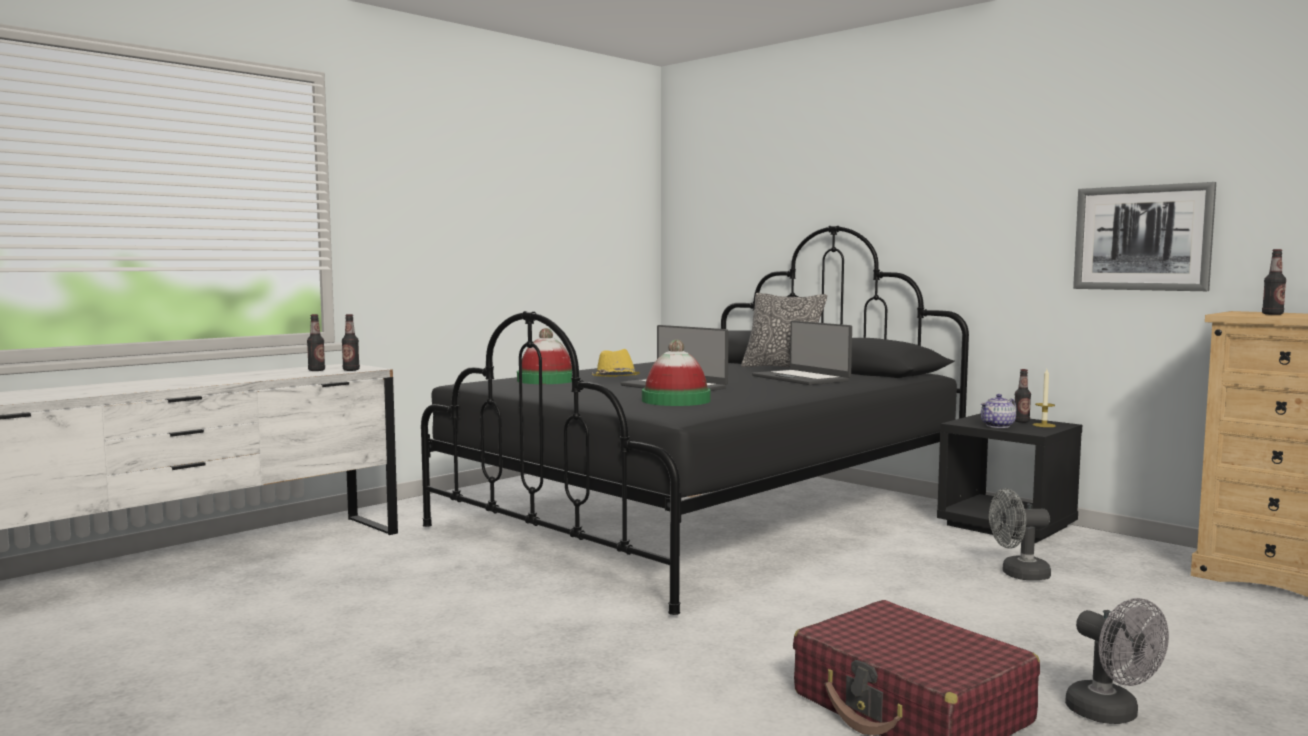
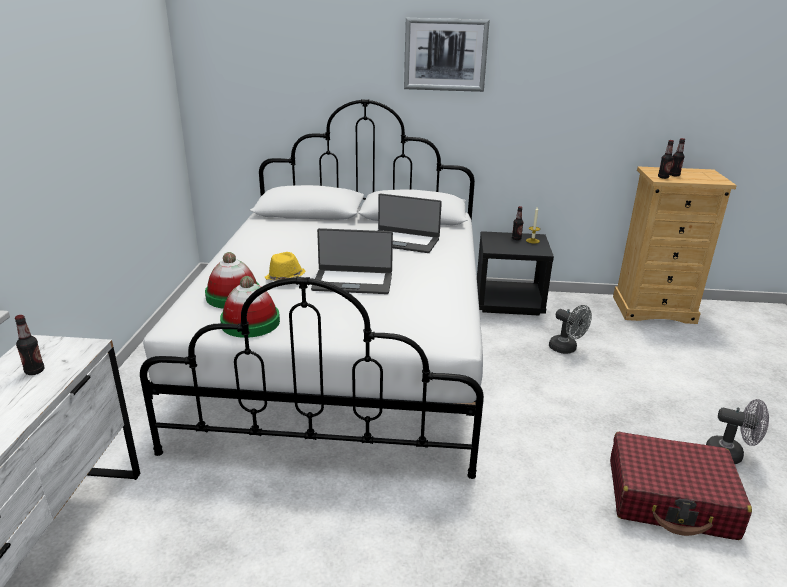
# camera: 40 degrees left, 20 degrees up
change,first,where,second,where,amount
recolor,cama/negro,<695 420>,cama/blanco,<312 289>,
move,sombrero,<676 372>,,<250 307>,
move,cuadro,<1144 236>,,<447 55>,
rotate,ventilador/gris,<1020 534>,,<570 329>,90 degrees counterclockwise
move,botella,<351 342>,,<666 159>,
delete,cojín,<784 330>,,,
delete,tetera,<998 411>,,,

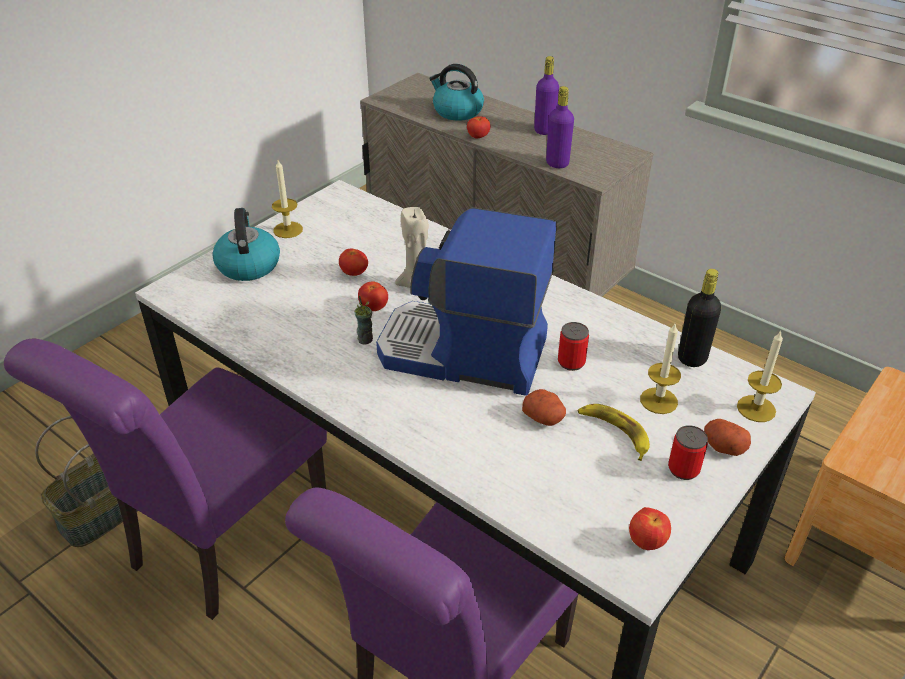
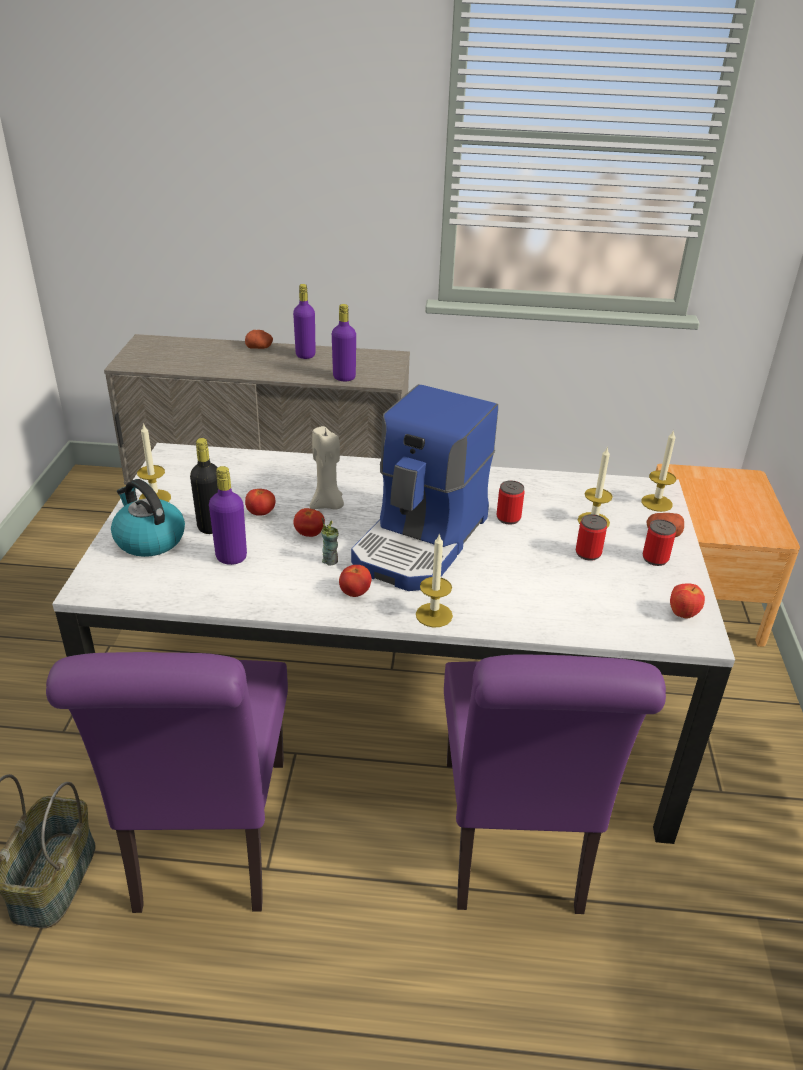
# camera: 35 degrees left, 5 degrees down
change,first,where,second,where,amount
move,botella/negro,<699 318>,,<204 486>,
insert,,,botella/morado,<228 515>,
move,patata,<544 407>,,<259 339>,
move,tomate,<478 127>,,<355 581>,
rotate,cafetera,<466 301>,,<424 487>,45 degrees counterclockwise
insert,,,vela,<434 580>,
replace,plátano,<613 432>,lata,<591 537>,
delete,hervidor,<456 92>,,,

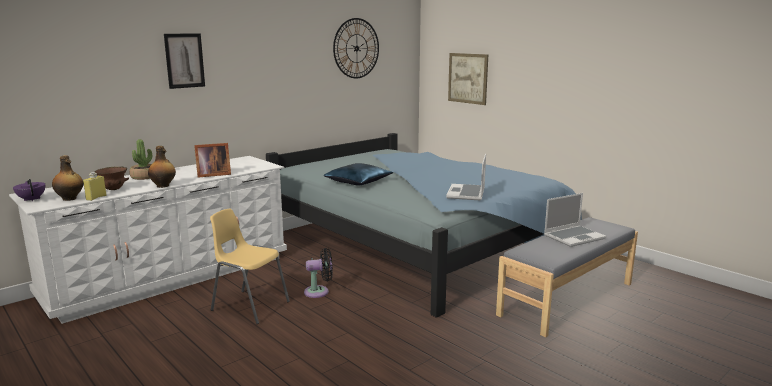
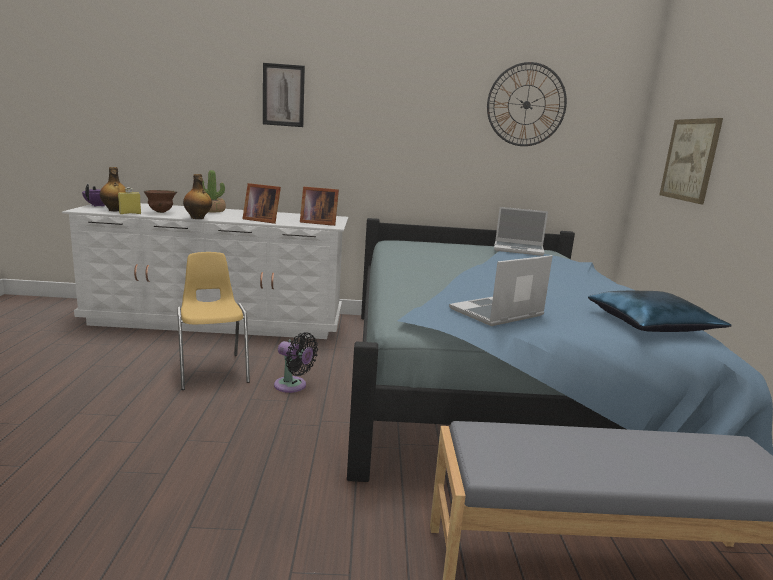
# camera: 40 degrees right, 0 degrees up
change,first,where,second,where,amount
insert,,,portarretratos,<319 206>,
move,portátil,<575 220>,,<521 231>,
move,cojín/azul,<359 174>,,<660 311>,

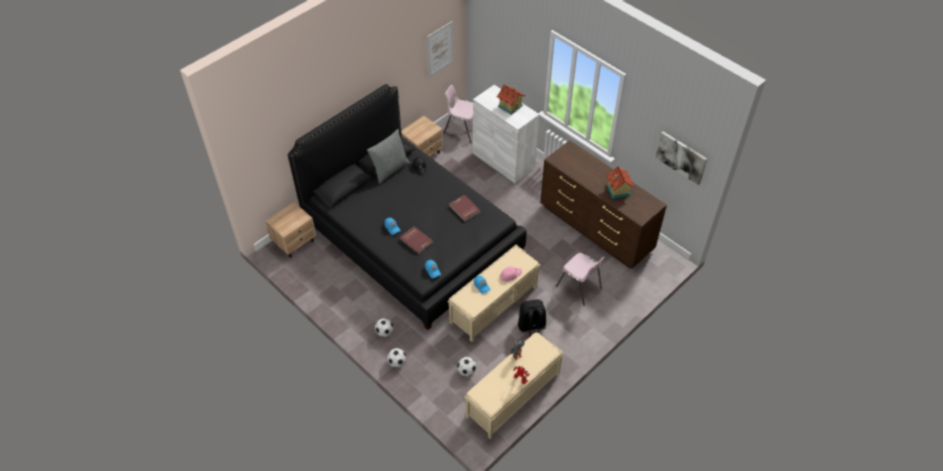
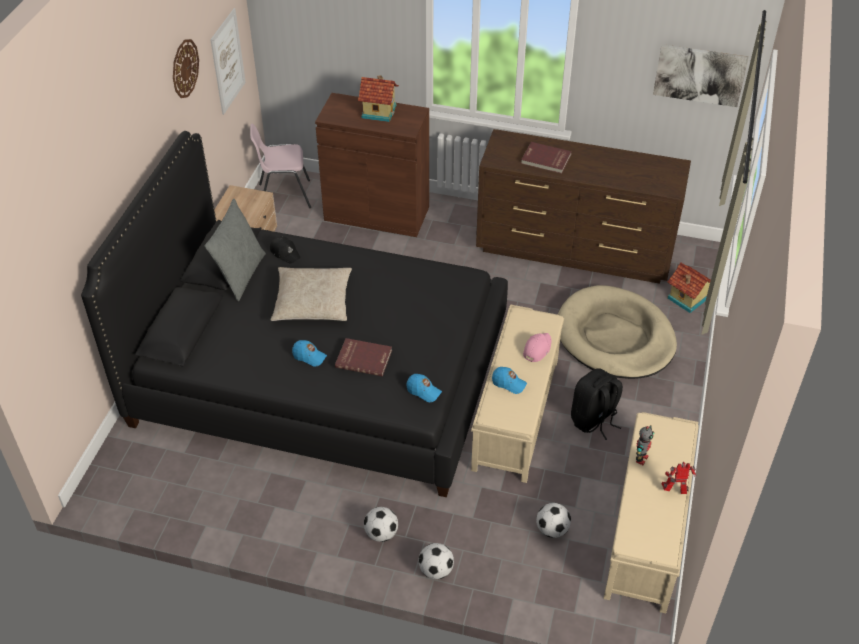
# camera: 30 degrees left, 5 degrees down
change,first,where,second,where,amount
insert,,,reloj de pared,<186 68>,
insert,,,cojín/beis,<311 294>,
recolor,armario/blanco,<506 134>,armario/marrón,<372 165>,
move,libro/rojo,<465 208>,,<546 158>,
replace,silla/rosa,<580 279>,cama para perro/beis,<617 332>,
move,casita,<620 182>,,<689 287>,
delete,mesita de noche/beis,<290 230>,,,

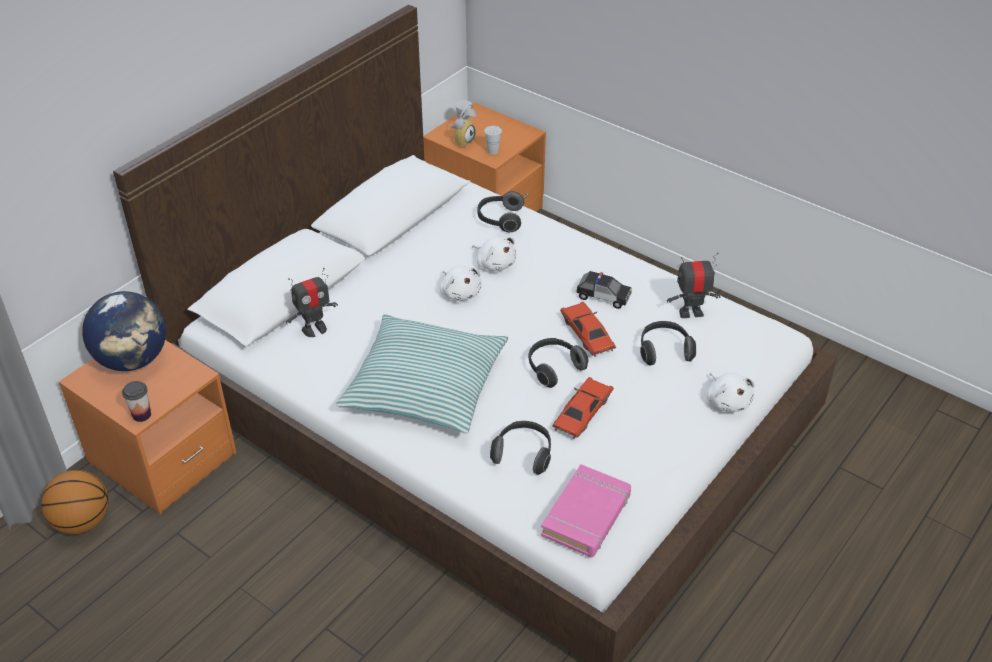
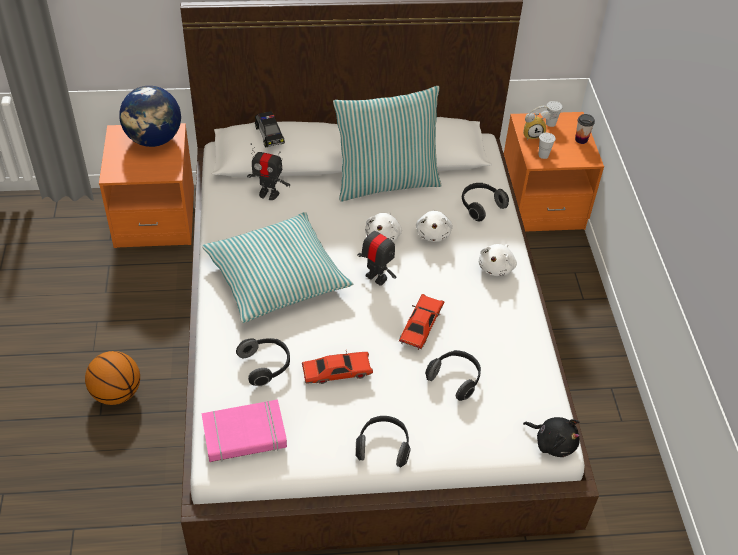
# camera: 45 degrees right, 5 degrees up
change,first,where,second,where,amount
move,balón de baloncesto,<75 502>,,<112 378>,
move,coche de juguete,<604 290>,,<270 129>,
insert,,,cojín,<387 144>,
move,auriculares,<558 363>,,<383 441>,
move,robot de juguete,<693 285>,,<376 254>,
move,peluche/blanco,<731 392>,,<497 260>,
insert,,,peluche/negro,<551 437>,
move,taza,<136 401>,,<585 129>,

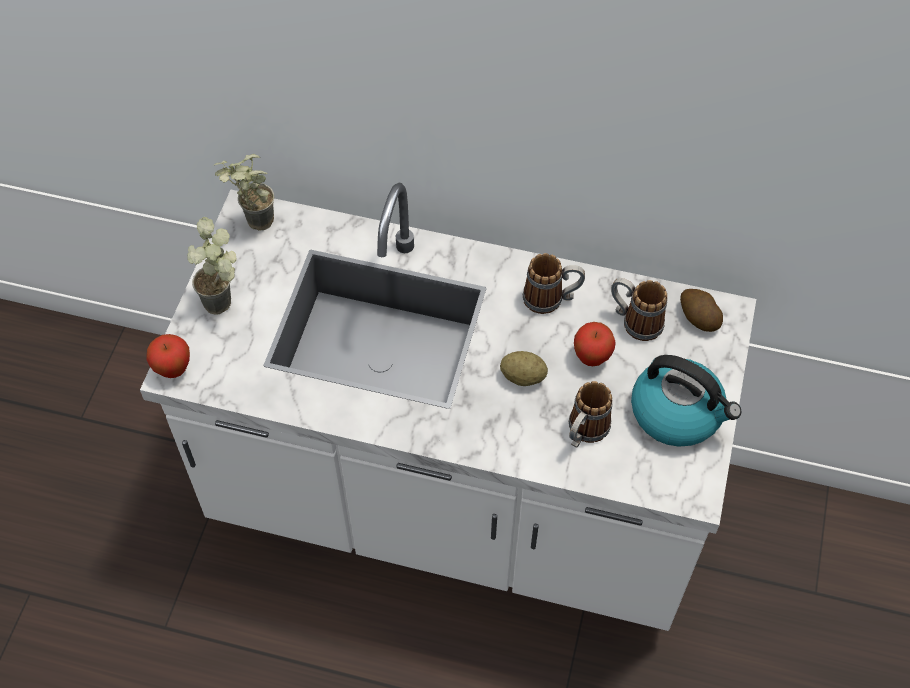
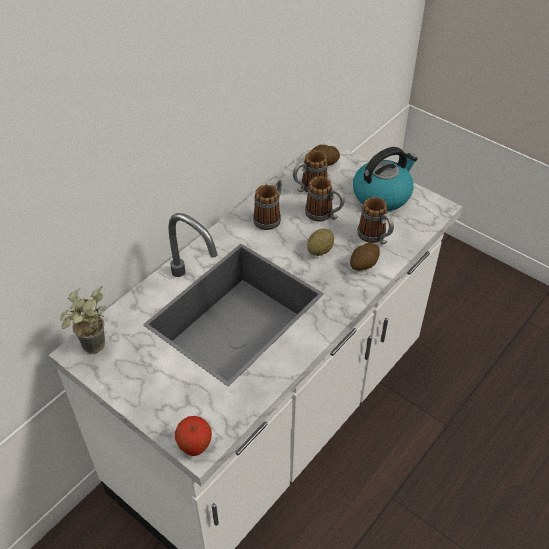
# camera: 65 degrees left, 10 degrees down
change,first,where,second,where,amount
replace,manzana,<595 344>,taza grande,<325 198>,
insert,,,patata,<365 257>,
delete,planta en maceta,<212 266>,,,

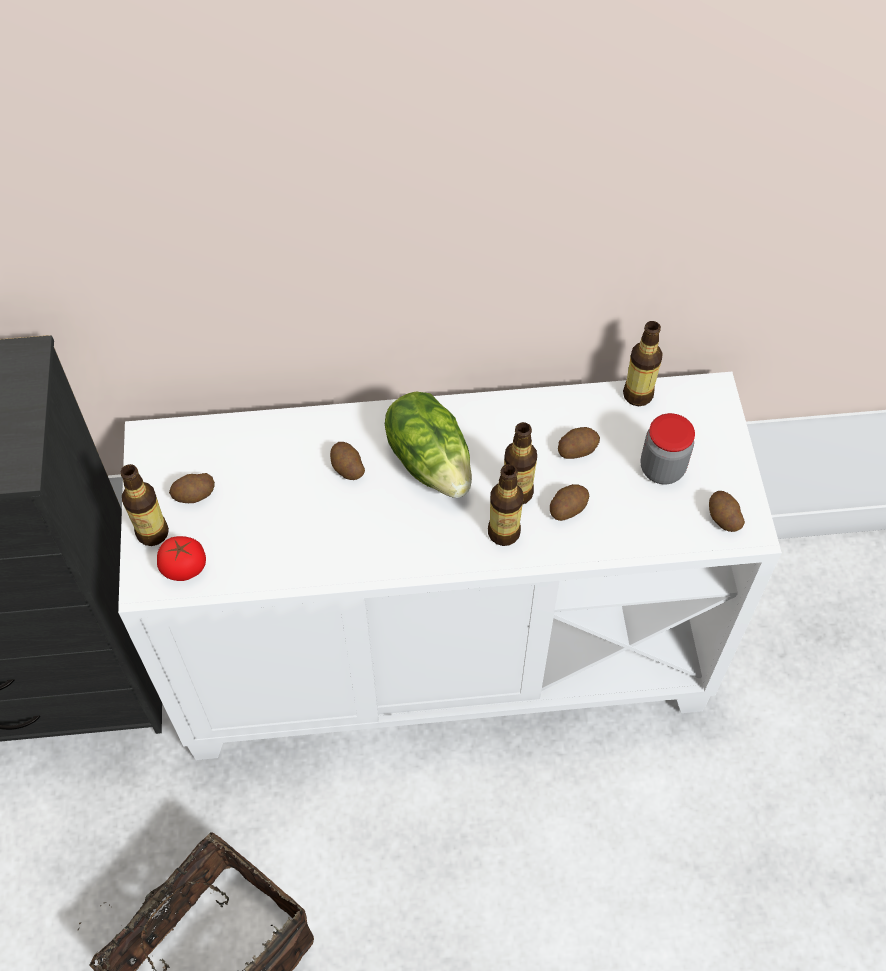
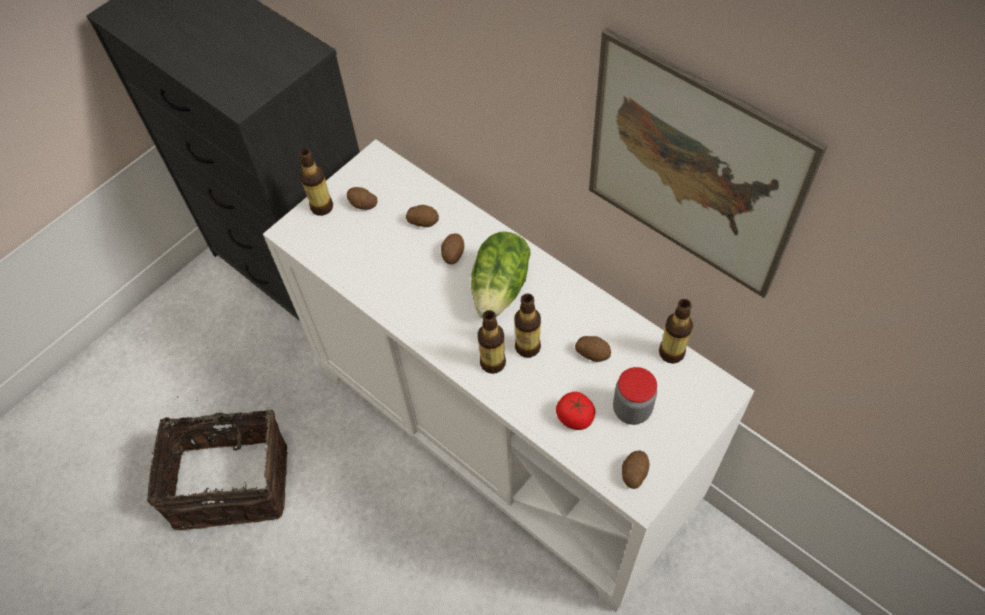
# camera: 50 degrees right, 0 degrees up
change,first,where,second,where,amount
move,patata,<569 502>,,<422 216>,
move,tomate,<181 558>,,<575 411>,
insert,,,cuadro,<708 163>,

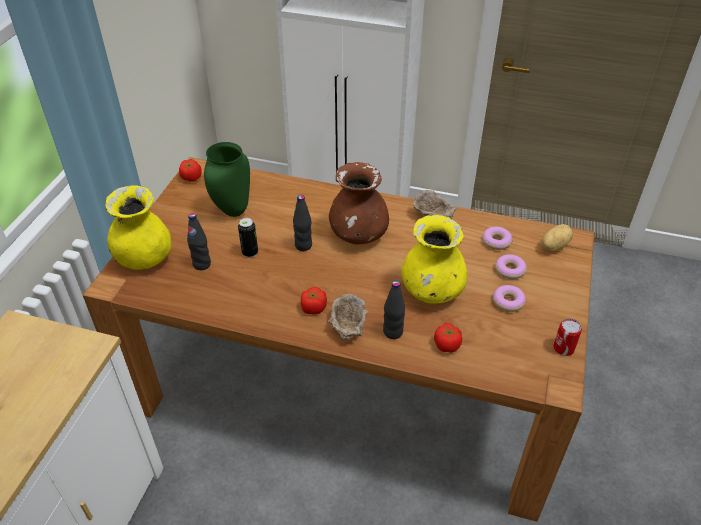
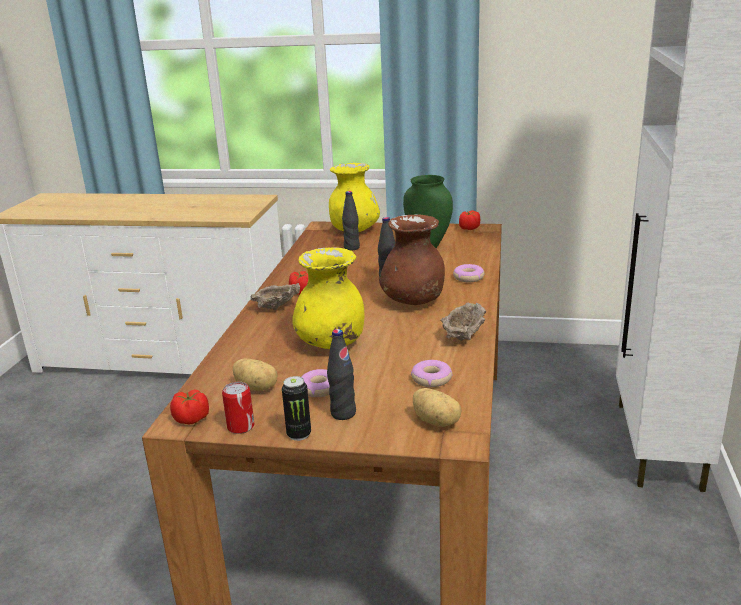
# camera: 85 degrees right, 20 degrees down
change,first,where,second,where,amount
move,tomate,<448 338>,,<189 406>,
insert,,,patata,<255 375>,
move,lata,<248 238>,,<296 408>,
move,botella/negro,<394 310>,,<341 374>,
move,rosquilla,<511 266>,,<468 273>,

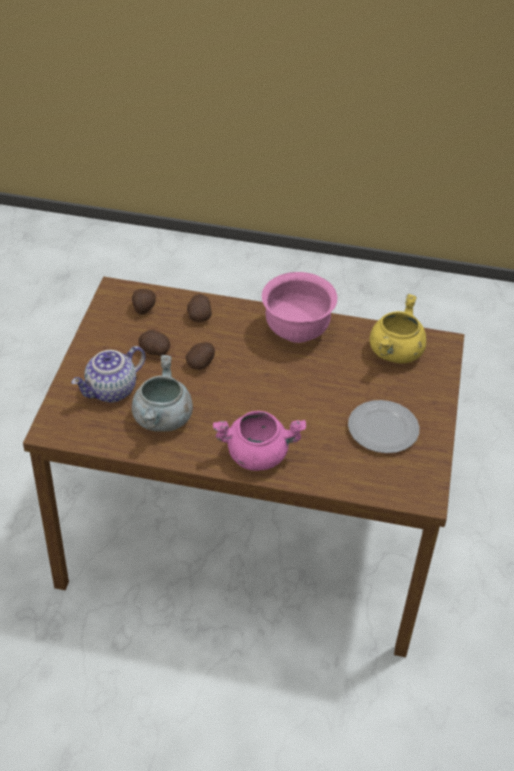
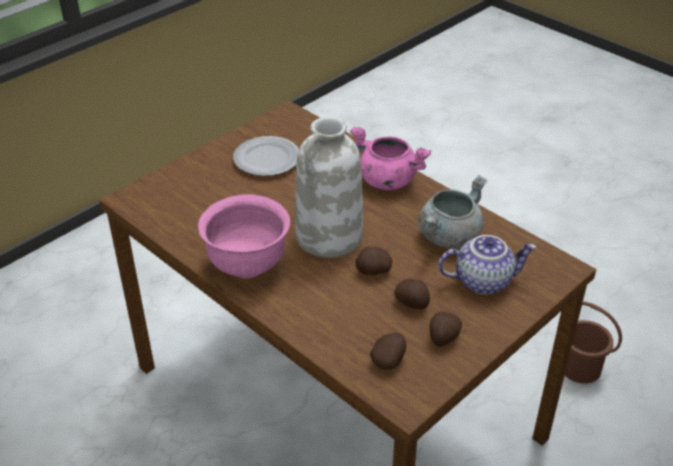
# camera: 145 degrees left, 5 degrees down
change,first,where,second,where,amount
insert,,,florero/blanco,<329 187>,
move,patata,<199 308>,,<446 329>,
insert,,,cubo/marrón,<593 342>,
delete,olla/amarillo,<397 328>,,,

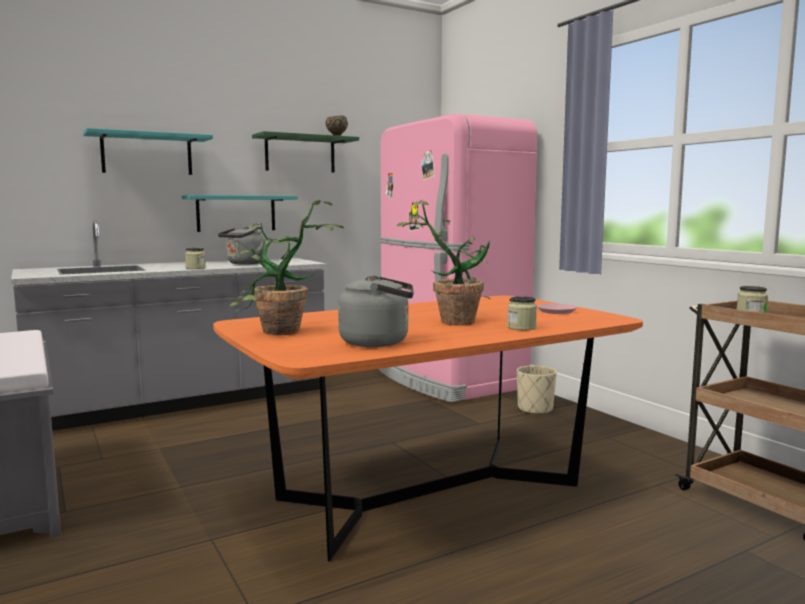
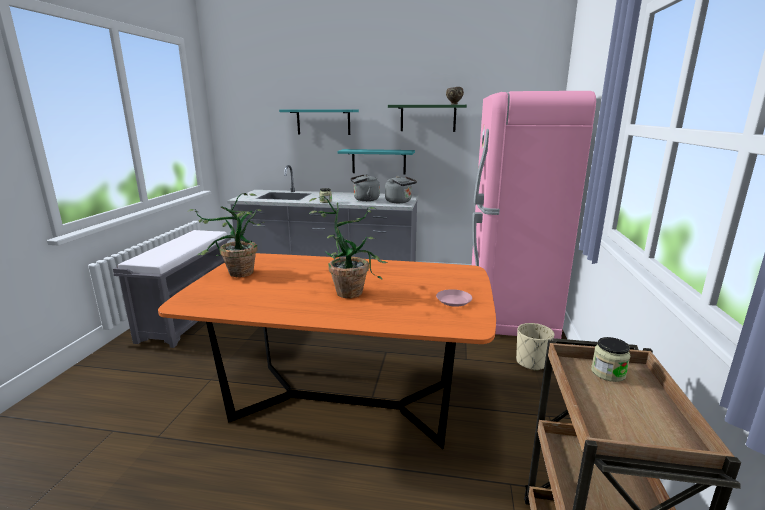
# camera: 40 degrees right, 10 degrees up
change,first,where,second,where,amount
move,hervidor/gris,<376 311>,,<401 189>,
delete,tarro,<522 313>,,,

